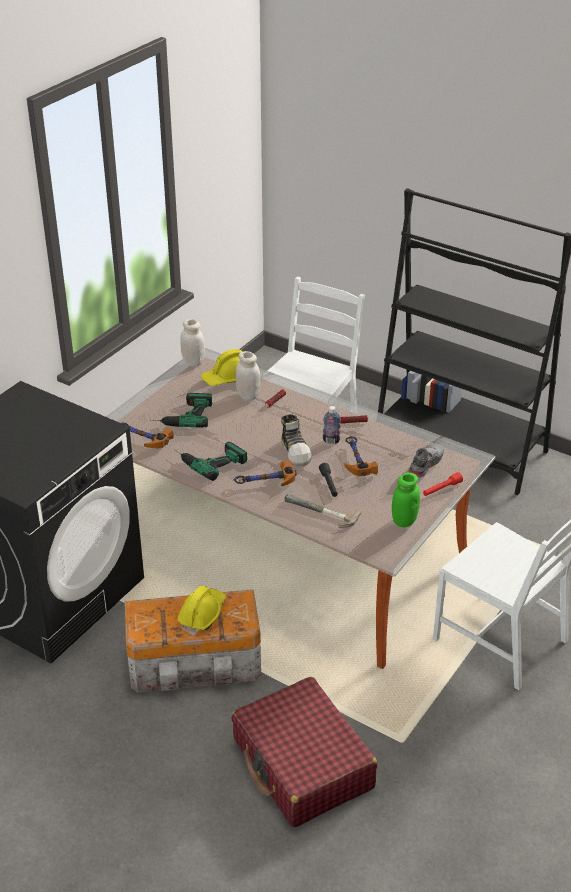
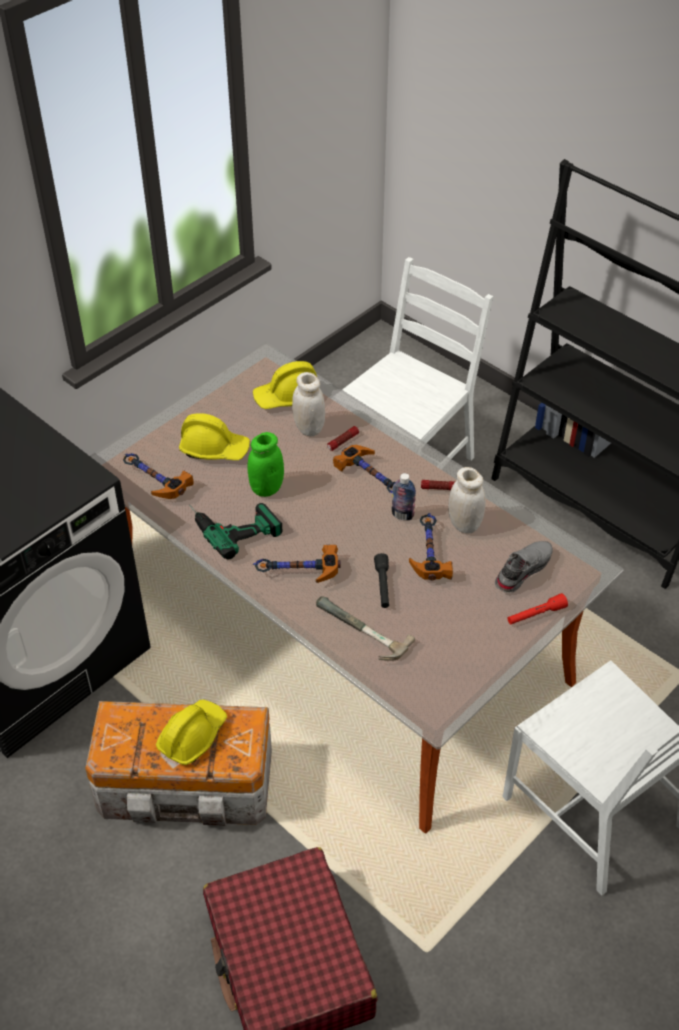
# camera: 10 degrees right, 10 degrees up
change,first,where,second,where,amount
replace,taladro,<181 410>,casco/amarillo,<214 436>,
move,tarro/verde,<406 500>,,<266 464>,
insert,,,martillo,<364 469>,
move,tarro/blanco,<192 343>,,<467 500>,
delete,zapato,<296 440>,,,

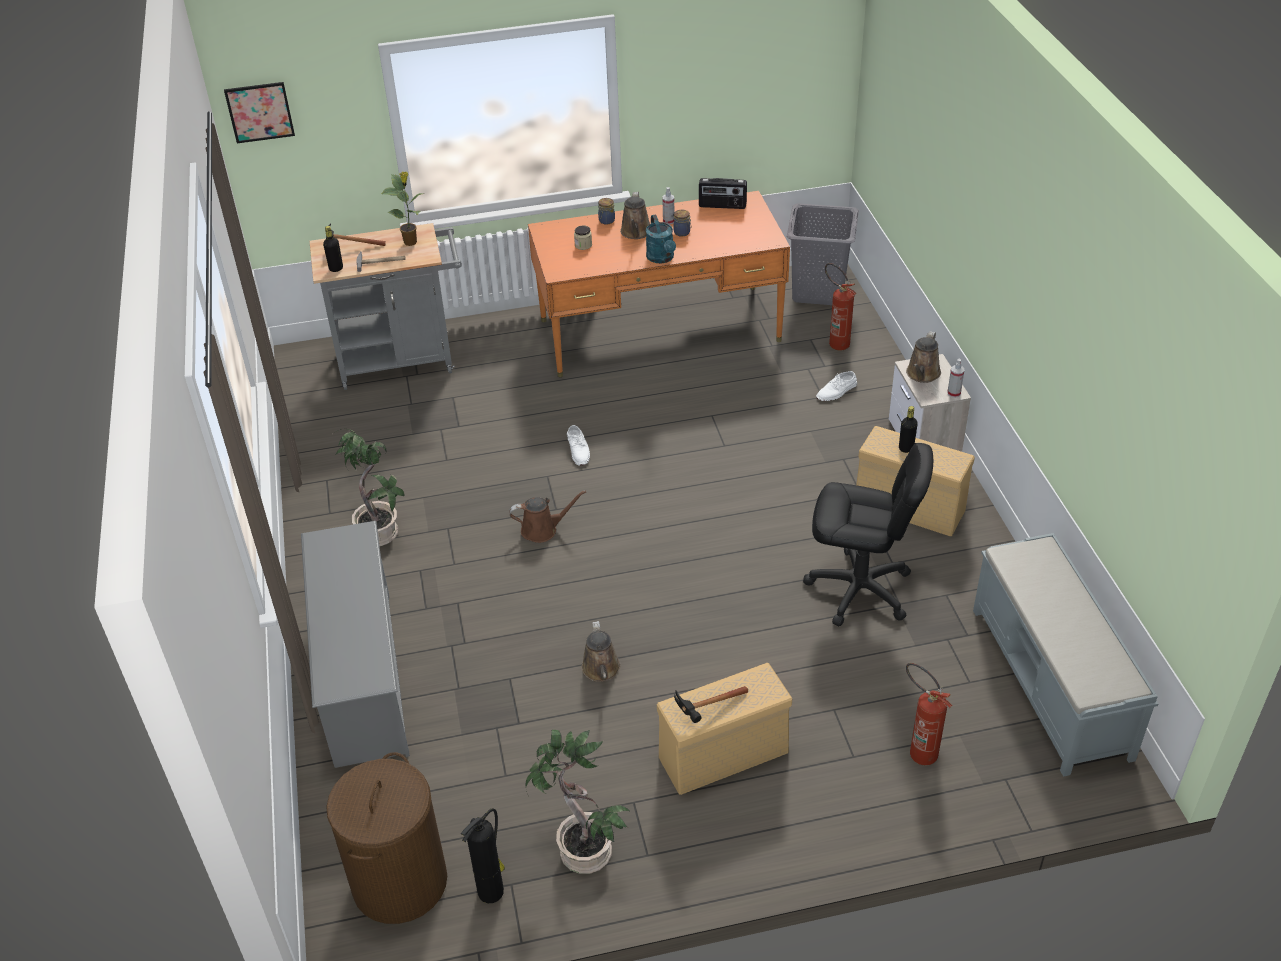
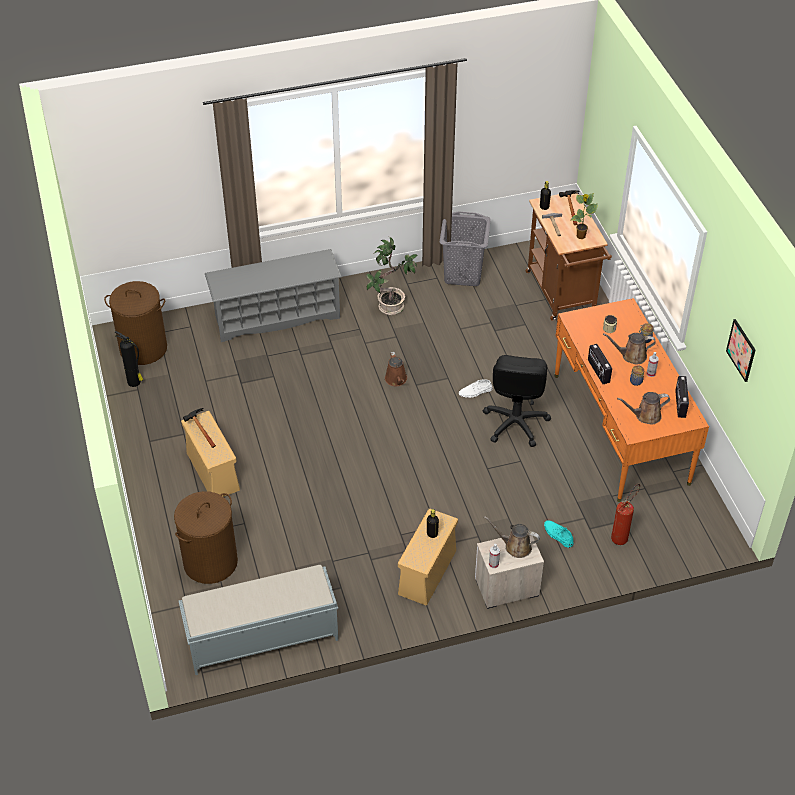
# camera: 85 degrees right, 5 degrees up
change,first,where,second,where,amount
replace,extintor,<929 714>,cesto de la ropa/marrón,<206 537>,
move,cesto de la ropa/gris,<823 254>,,<465 248>,
move,silla de oficina/negro,<868 534>,,<517 401>,
recolor,carrito/gris,<386 306>,carrito/marrón,<569 257>,
recolor,zapato/blanco,<836 386>,zapato/turquesa,<558 534>,
replace,regadera/turquesa,<661 238>,radio,<600 364>,
move,regadera/marrón,<601 651>,,<643 408>,
move,cuadro,<259 112>,,<741 350>,
delete,planta en maceta,<578 802>,,,

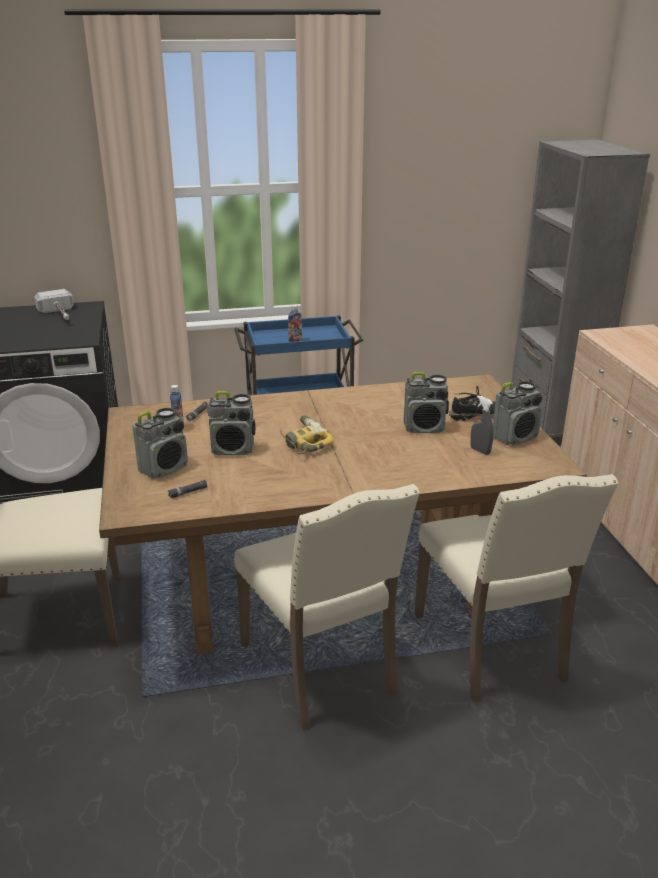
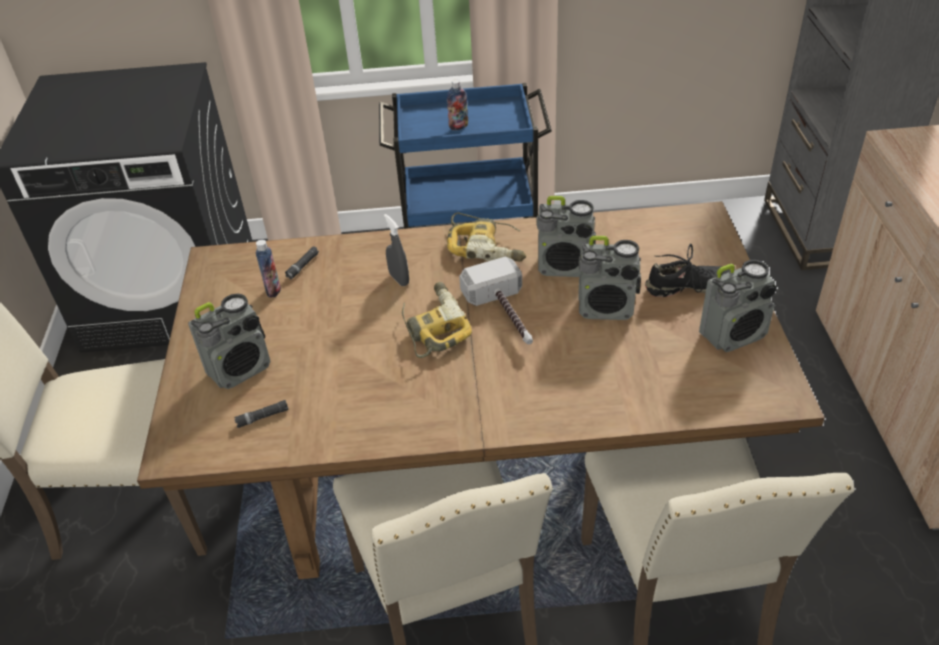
# camera: 10 degrees right, 15 degrees up
change,first,where,second,where,amount
move,pulverizador/gris,<482 425>,,<396 250>,
insert,,,taladro,<486 237>,
move,martillo,<54 304>,,<496 300>,
move,radio,<231 423>,,<566 236>,

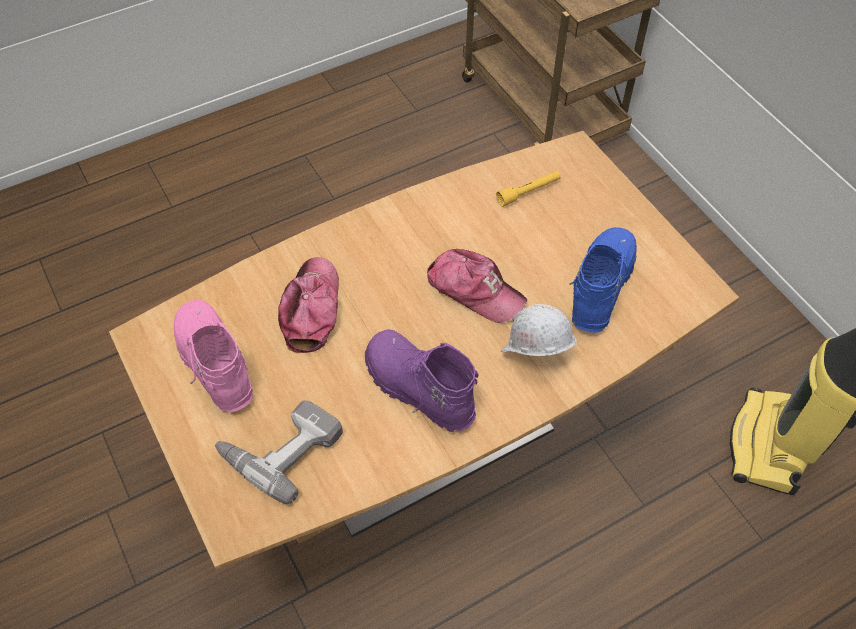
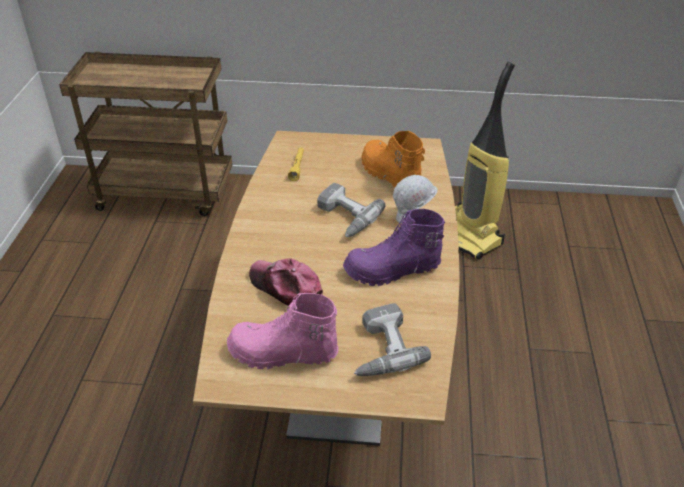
# camera: 55 degrees left, 15 degrees down
change,first,where,second,where,amount
replace,gorra,<477 286>,taladro,<351 210>,
recolor,bota/azul,<603 280>,bota/naranja,<393 159>,

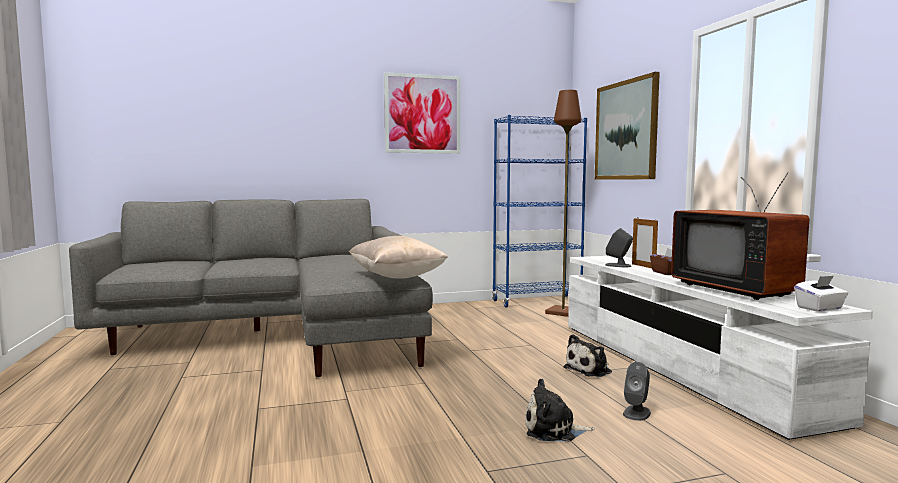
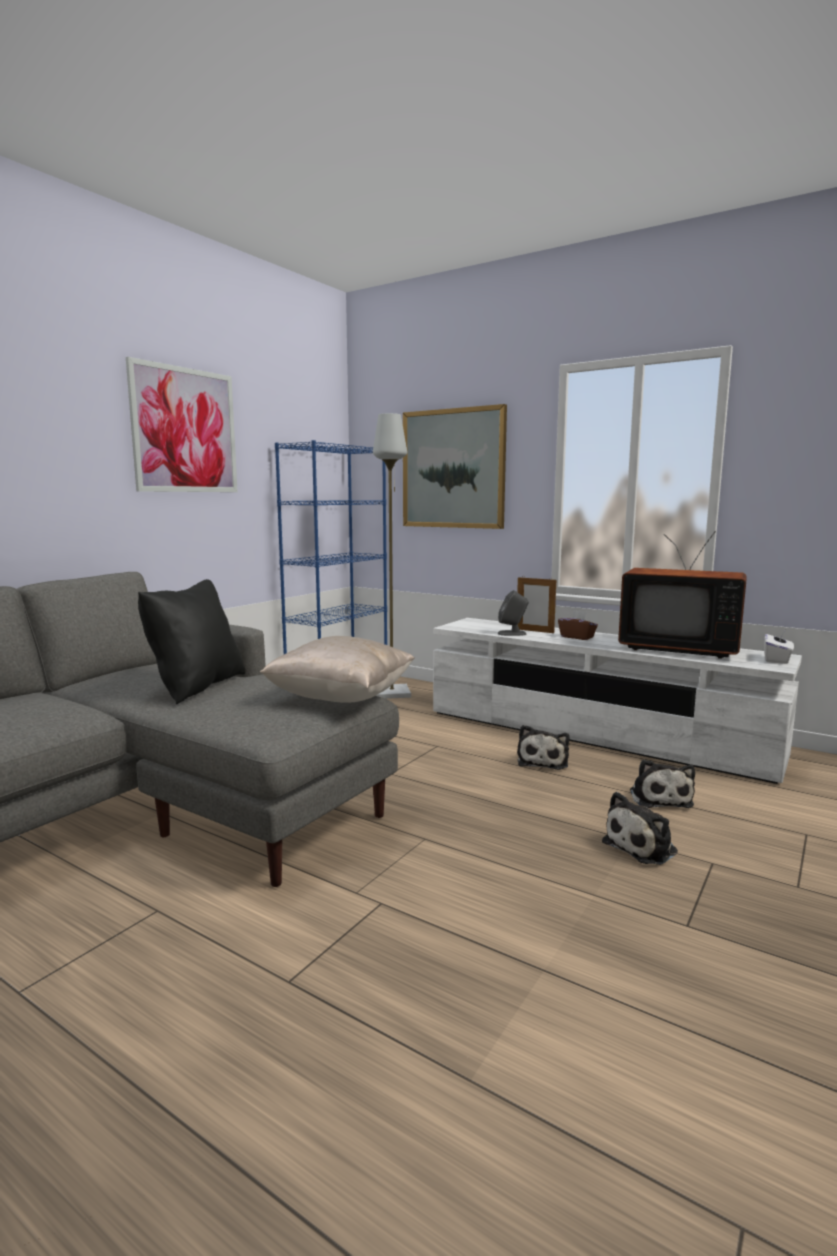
# camera: 40 degrees left, 5 degrees up
change,first,where,second,where,amount
insert,,,cojín/negro,<191 641>,
recolor,lámpara de pie/marrón,<563 203>,lámpara de pie/gris,<392 556>,
replace,altavoz/gris,<637 391>,peluche,<662 783>,

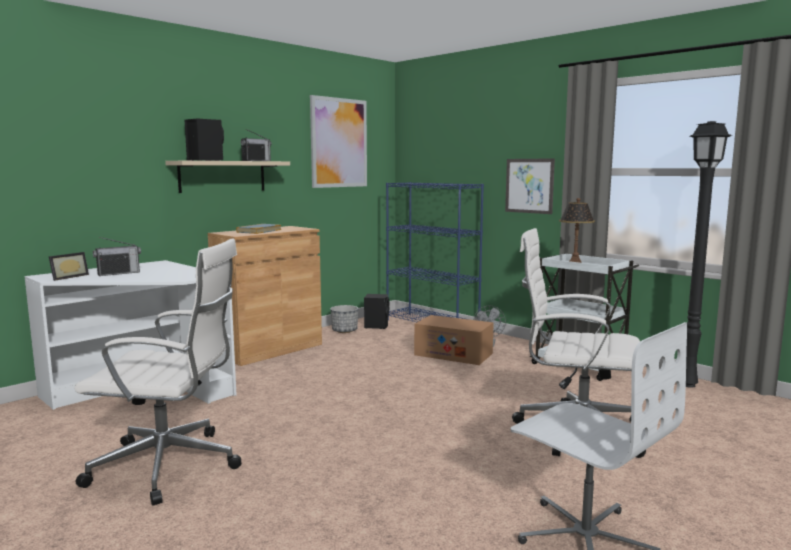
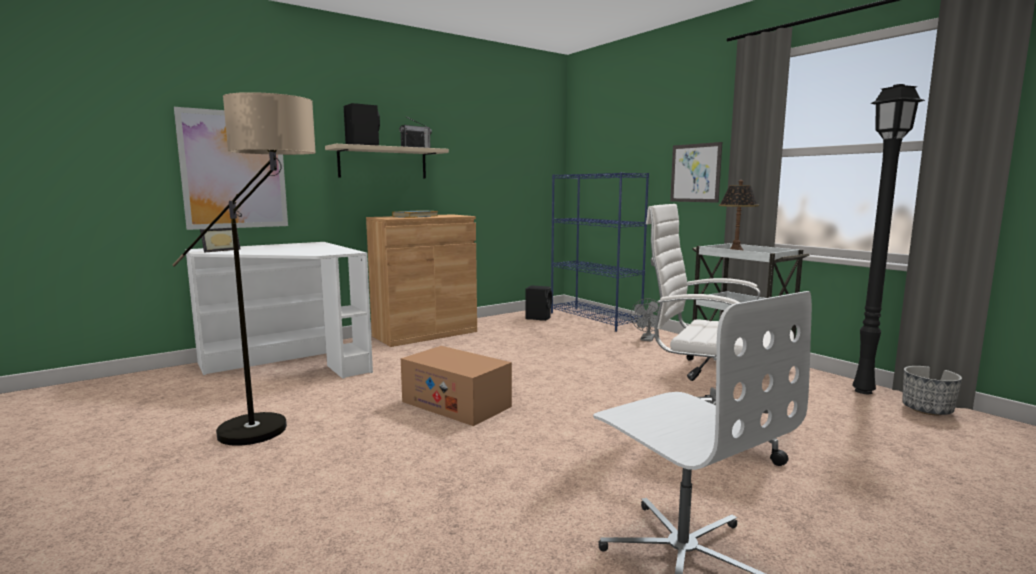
# camera: 10 degrees right, 0 degrees up
change,first,where,second,where,amount
replace,silla de oficina/blanco,<157 371>,lámpara de pie,<244 269>,
move,cuadro,<338 141>,,<231 168>,
move,caja de cartón,<454 340>,,<456 386>,
move,maceta,<344 319>,,<932 390>,
delete,radio,<117 256>,,,

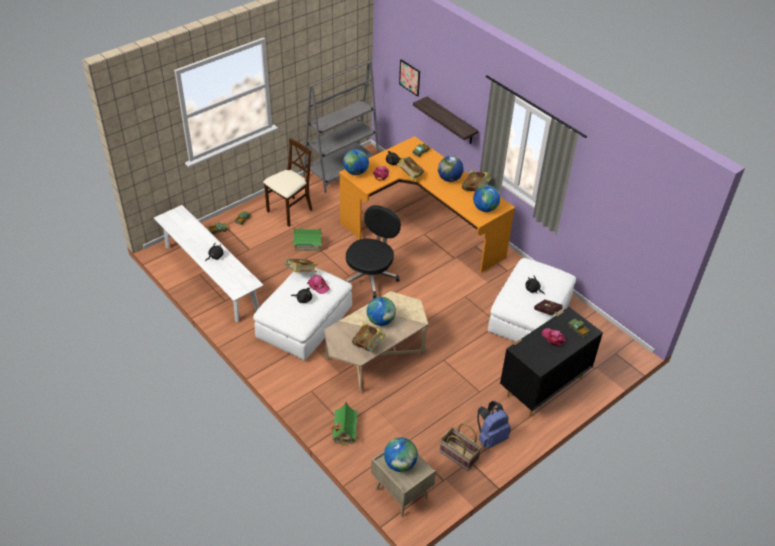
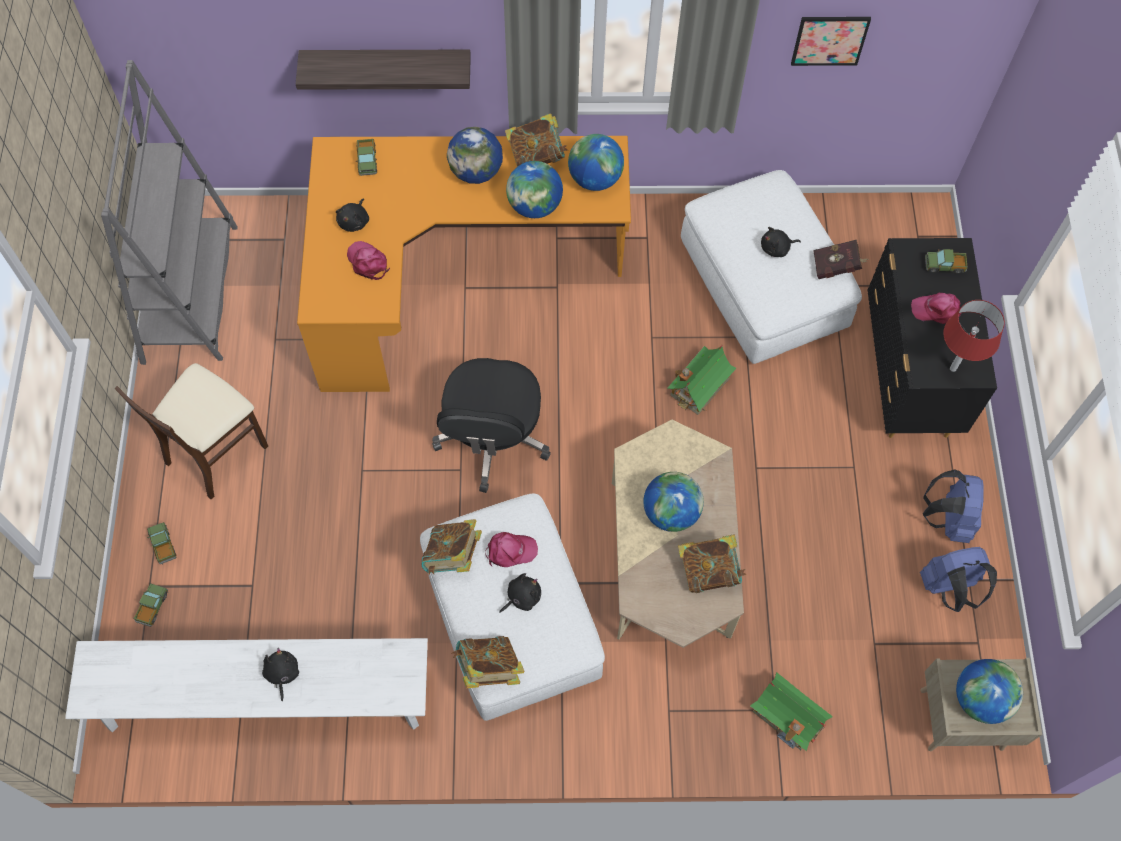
# camera: 50 degrees left, 20 degrees up
change,first,where,second,where,amount
rotate,silla/beis,<287 182>,,<192 431>,135 degrees counterclockwise
rotate,silla de oficina/negro,<373 251>,,<491 425>,150 degrees counterclockwise
move,libro,<410 168>,,<488 662>,
move,globo terráqueo,<356 162>,,<534 189>,
move,casita,<308 239>,,<702 380>,
move,cuadro,<409 78>,,<831 41>,
replace,cesta,<461 447>,mochila/azul,<958 579>,
insert,,,lámpara de mesa/rojo,<974 336>,

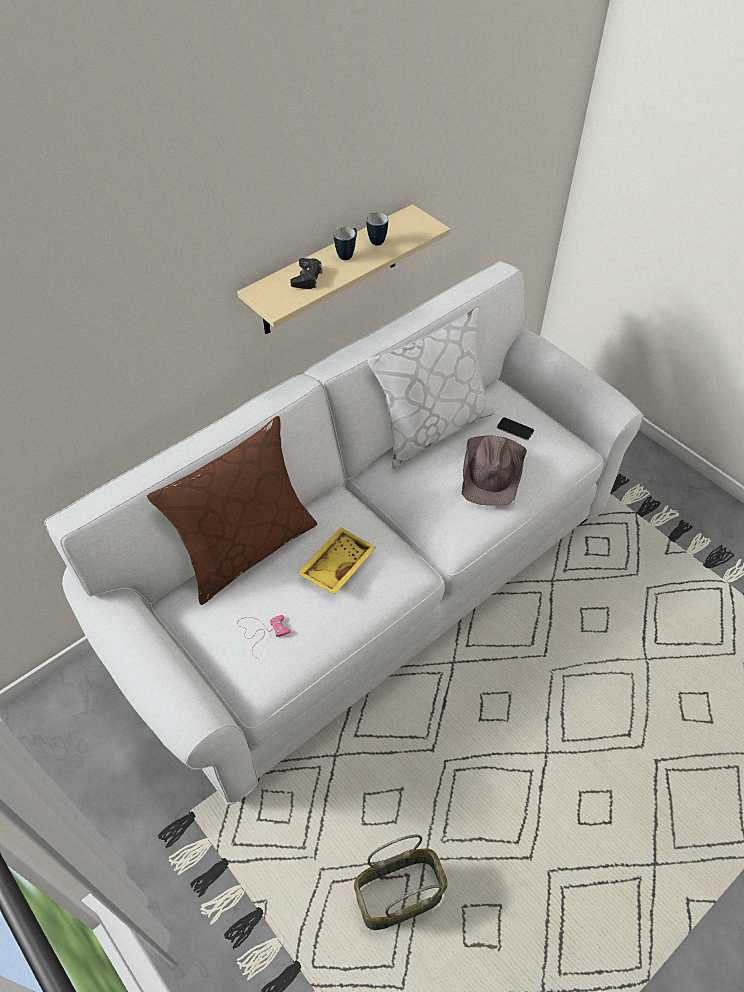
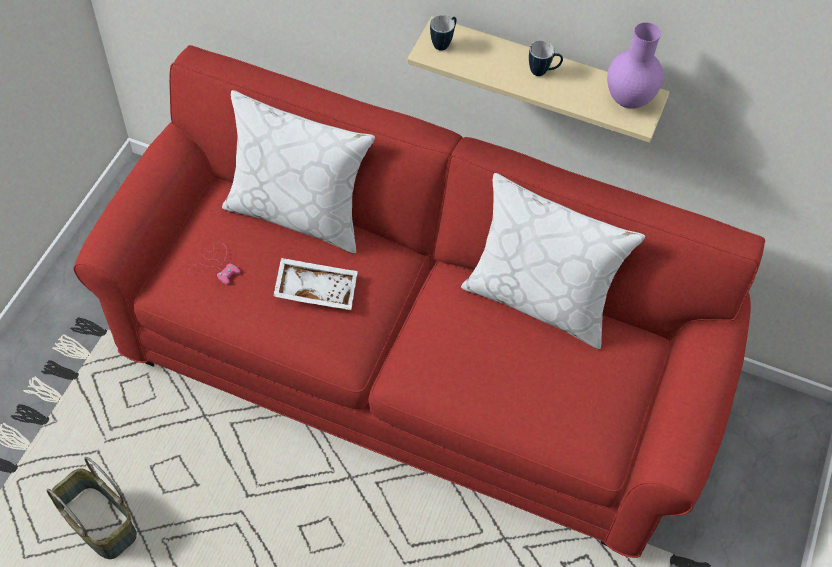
# camera: 60 degrees right, 5 degrees up
change,first,where,second,where,amount
recolor,sofá/blanco,<344 533>,sofá/rojo,<419 301>,
recolor,cojín/marrón,<232 510>,cojín/blanco,<298 172>,
recolor,bandeja/amarillo,<336 561>,bandeja/blanco,<315 284>,
move,taza grande,<377 229>,,<443 33>,
insert,,,florero/morado,<635 65>,
delete,mando de consola/negro,<306 273>,,,
delete,sombrero/marrón,<494 470>,,,
delete,móvil,<515 428>,,,

